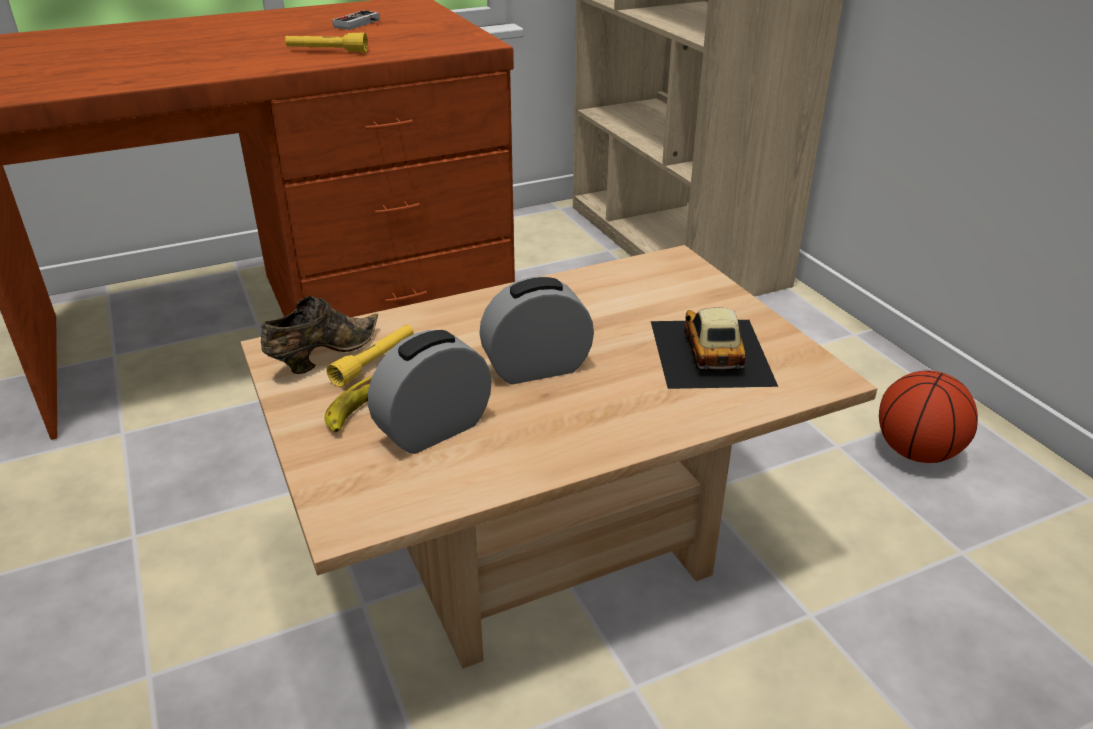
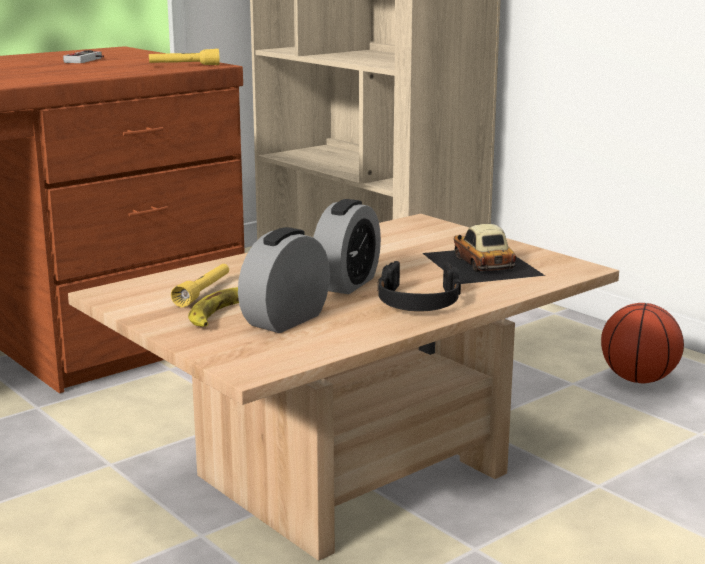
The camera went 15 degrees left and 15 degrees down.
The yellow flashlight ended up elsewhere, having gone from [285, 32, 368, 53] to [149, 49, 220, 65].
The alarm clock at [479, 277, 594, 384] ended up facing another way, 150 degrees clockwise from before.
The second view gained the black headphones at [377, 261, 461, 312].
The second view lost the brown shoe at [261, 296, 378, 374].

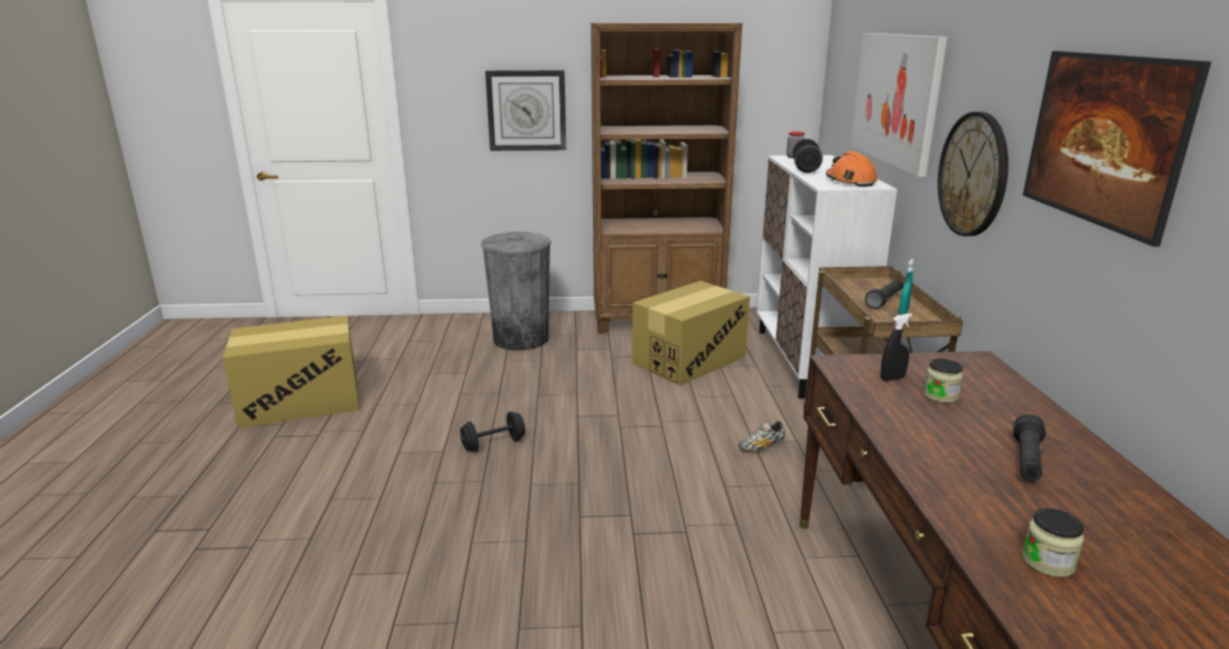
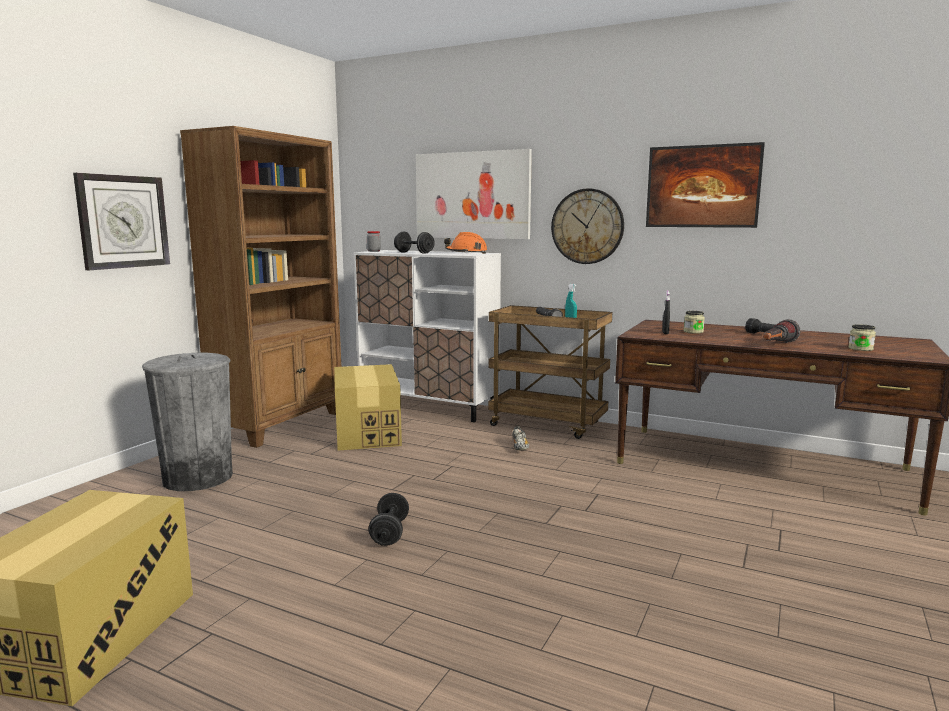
The camera went 60 degrees left and 10 degrees down.
The second view gained the flashlight at [763, 319, 800, 343].

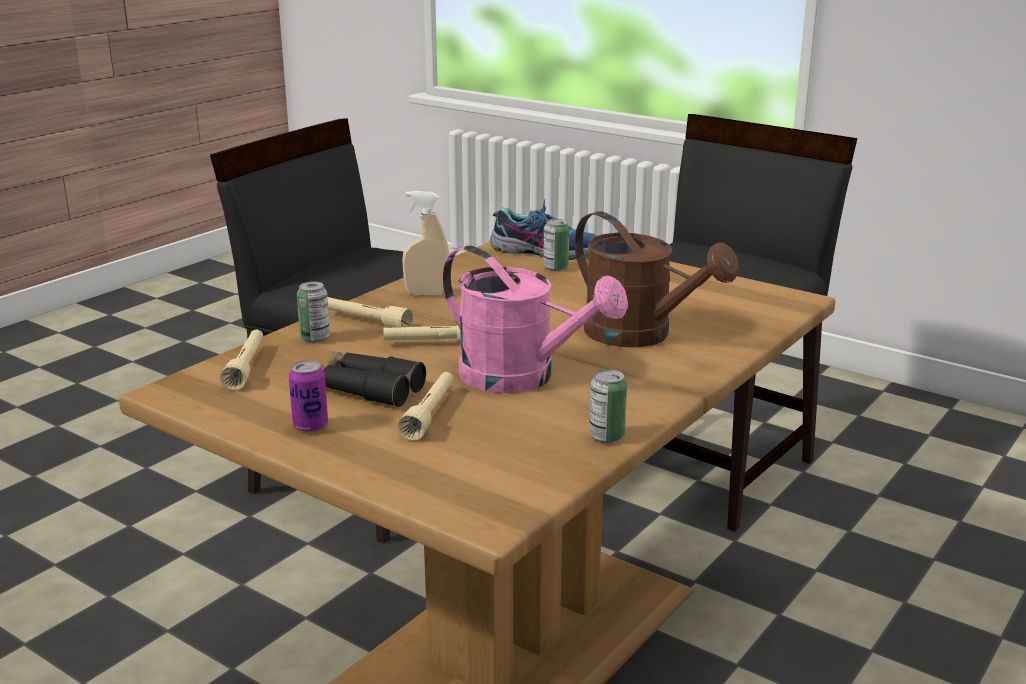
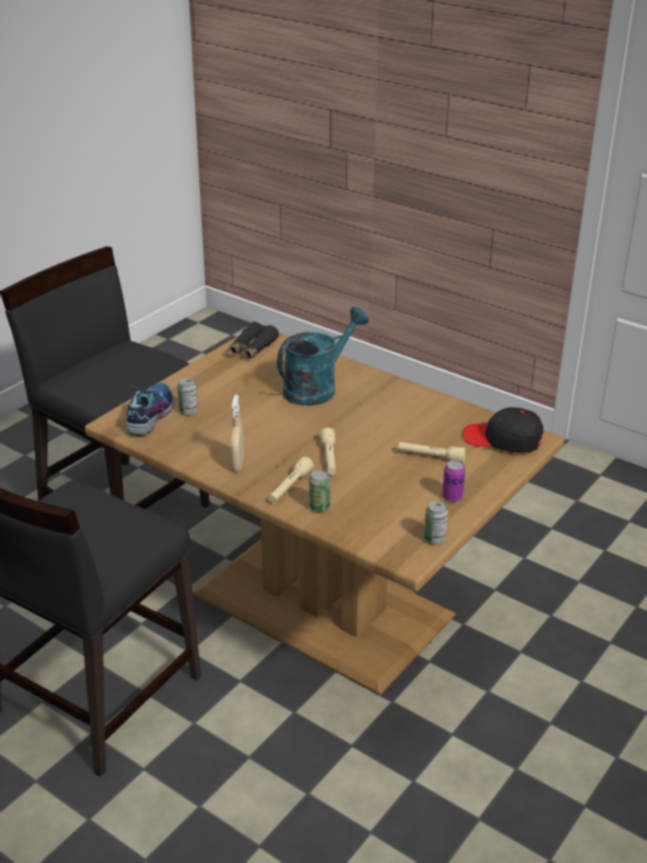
The camera went 90 degrees left and 10 degrees up.
The black binoculars ended up elsewhere, having gone from [321, 352, 426, 407] to [227, 322, 279, 359].
What was the brown watering can at [575, 211, 739, 347] turned into the turquoise watering can at [277, 307, 369, 406].
The can ended up elsewhere, having gone from [589, 369, 627, 443] to [424, 501, 448, 545].
The second view gained the black cap at [463, 407, 544, 453].
The second view lost the beige flashlight at [220, 330, 263, 391].
The second view lost the pink watering can at [442, 246, 628, 393].

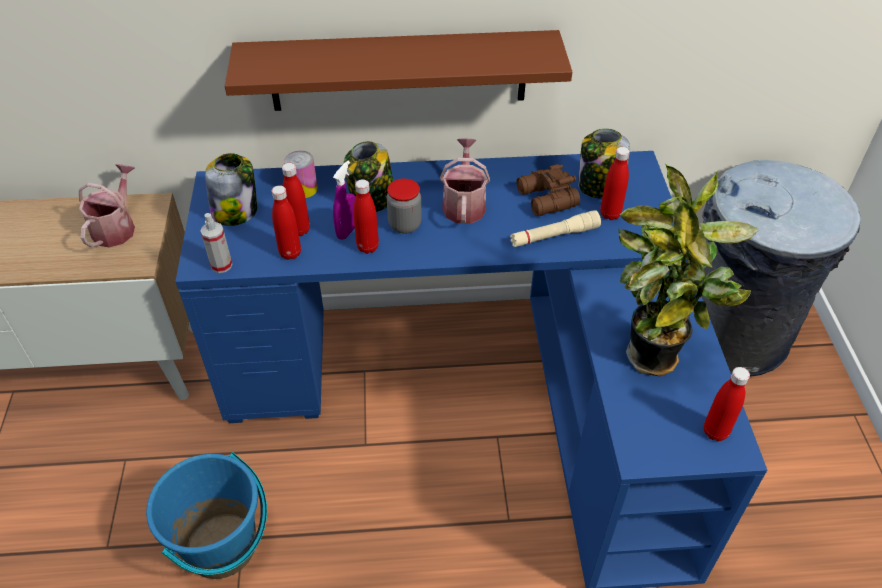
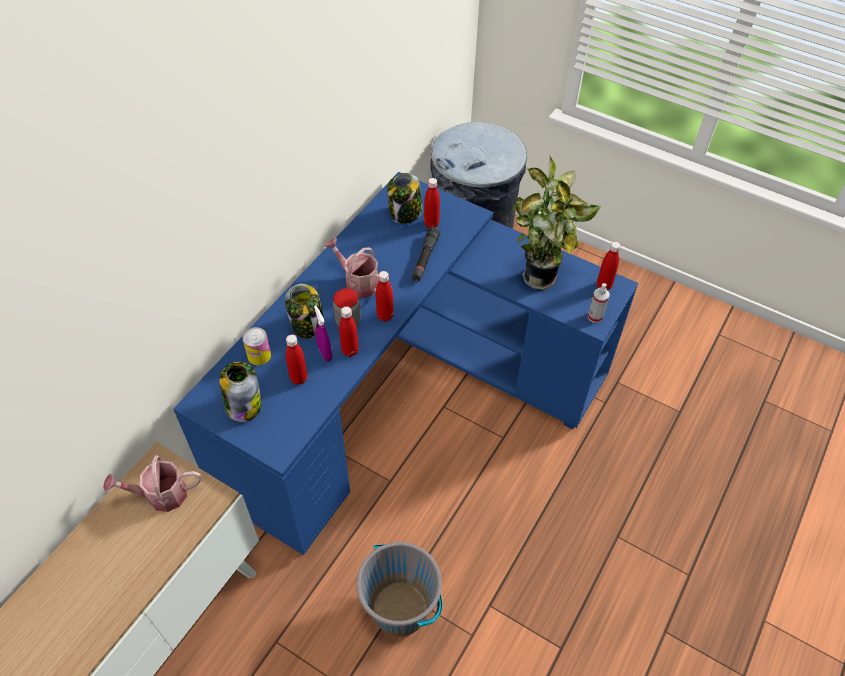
The camera went 55 degrees left and 5 degrees up.
The watering can at [79, 164, 135, 247] ended up facing another way, 60 degrees counterclockwise from before.
What was the blue bucket at [146, 452, 267, 579] turned into the grey bucket at [356, 542, 443, 636].
The red bottle ended up elsewhere, having gone from [272, 185, 301, 260] to [376, 271, 394, 322].
What was the beige flashlight at [510, 210, 601, 247] turned into the black flashlight at [412, 227, 440, 282].
The spray bottle ended up elsewhere, having gone from [200, 213, 232, 273] to [588, 283, 610, 323].
The second view lost the brown shelf at [225, 30, 572, 111].
The second view lost the brown binoculars at [516, 164, 580, 216].

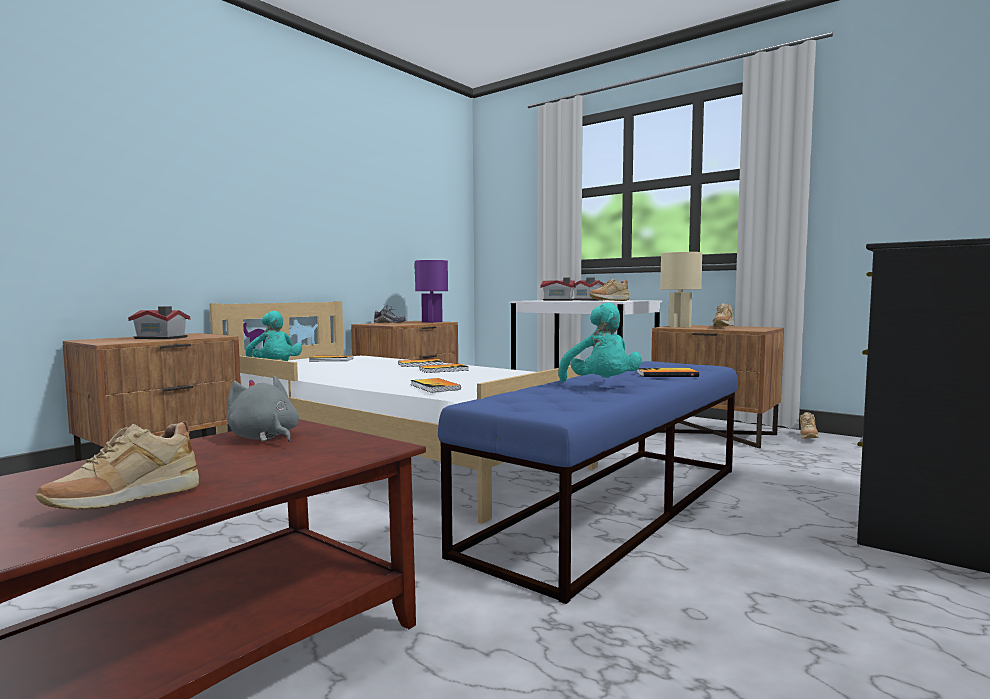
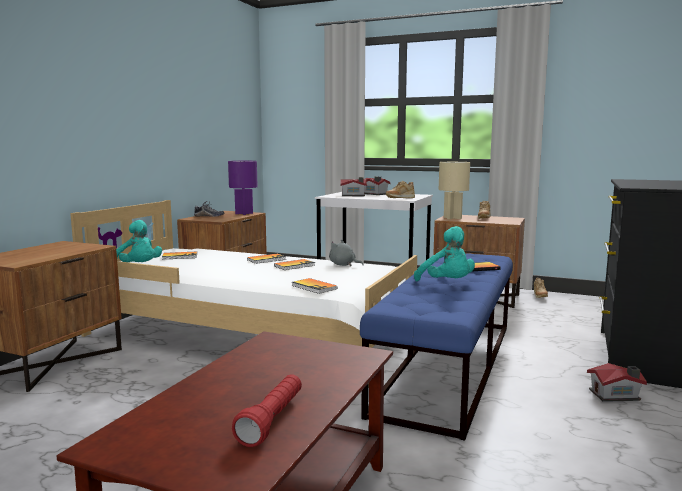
The camera went 15 degrees left and 5 degrees up.
Where the beige shoe stood at [36, 421, 199, 509], the red flashlight came to stand at [232, 374, 302, 447].
The grey plush toy ended up elsewhere, having gone from [227, 376, 299, 442] to [329, 239, 364, 266].
The toy house ended up elsewhere, having gone from [128, 306, 190, 339] to [587, 363, 647, 402].

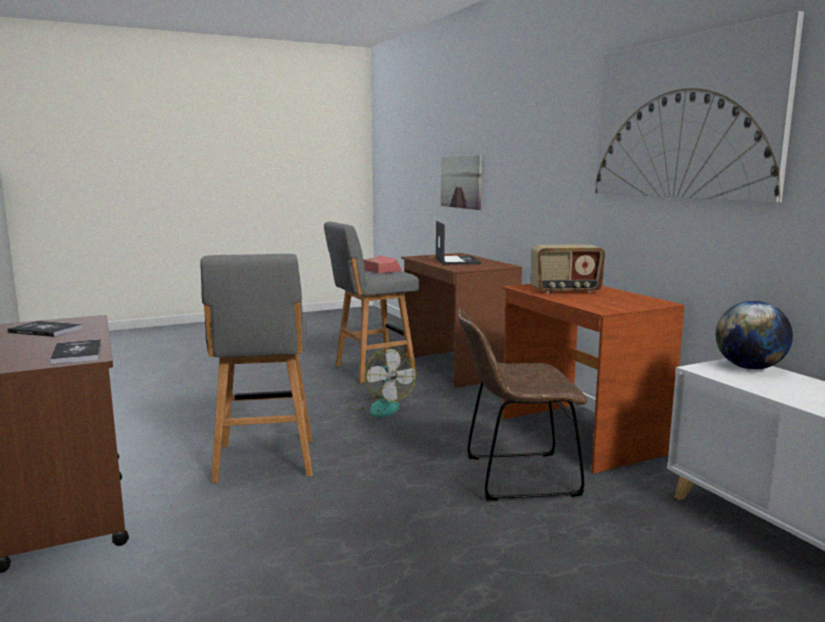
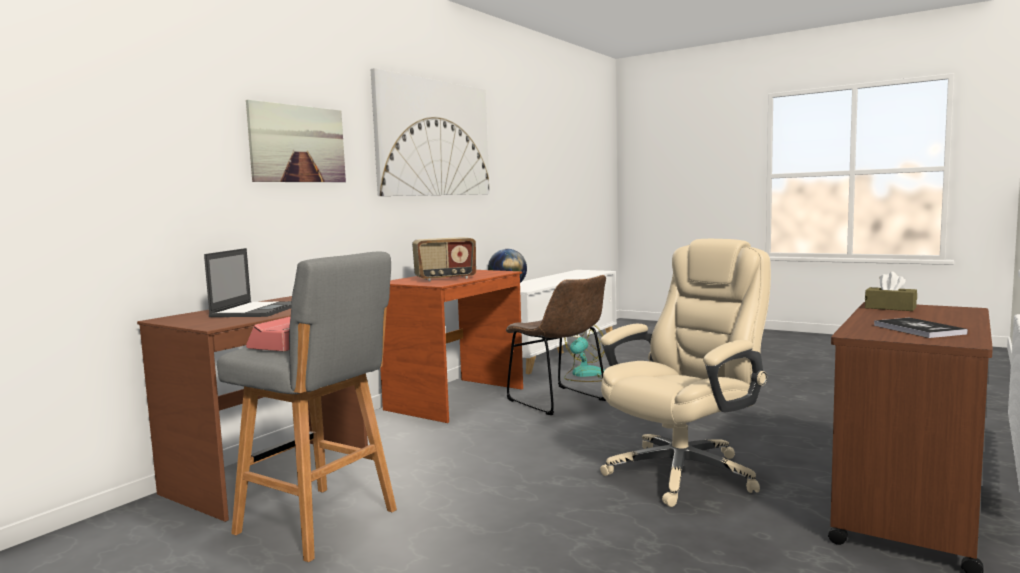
The camera went 120 degrees left and 5 degrees down.
The laptop at [435, 221, 481, 265] ended up facing another way, 135 degrees clockwise from before.
The picture ended up elsewhere, having gone from [441, 155, 482, 210] to [246, 100, 346, 182].
The radio at [531, 244, 605, 294] ended up facing another way, 105 degrees clockwise from before.
The fan ended up elsewhere, having gone from [348, 347, 416, 418] to [564, 325, 605, 382].
Where the grey stool stood at [200, 254, 313, 483], the beige office chair came to stand at [600, 239, 771, 507].
Where the book stood at [50, 339, 101, 364], the brown tissue box came to stand at [865, 272, 917, 311].

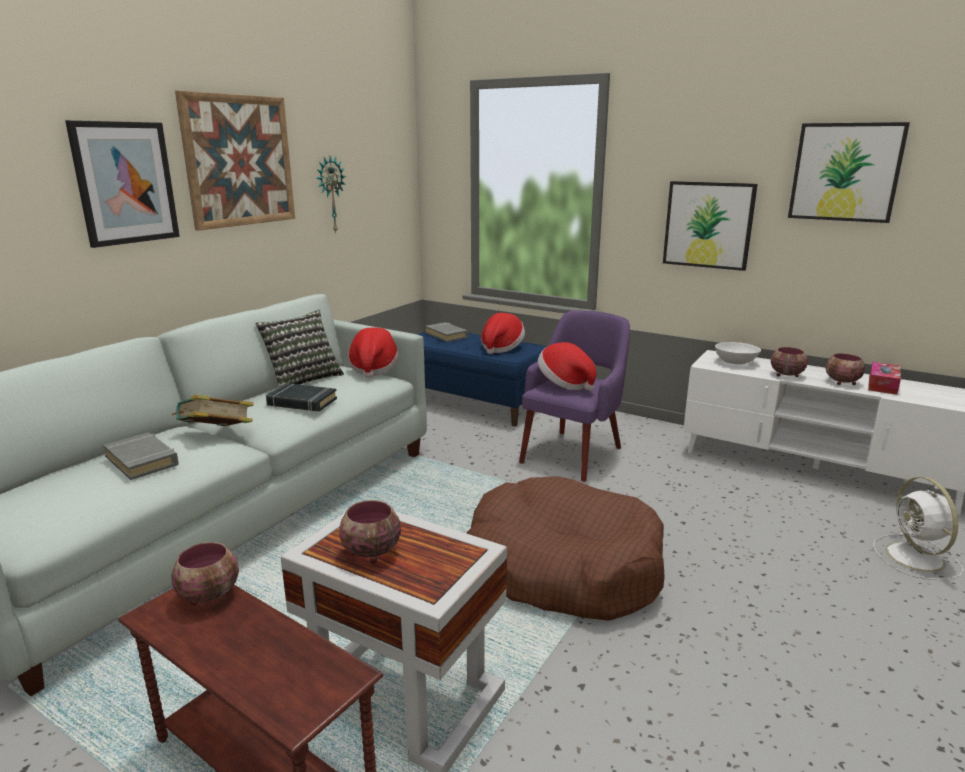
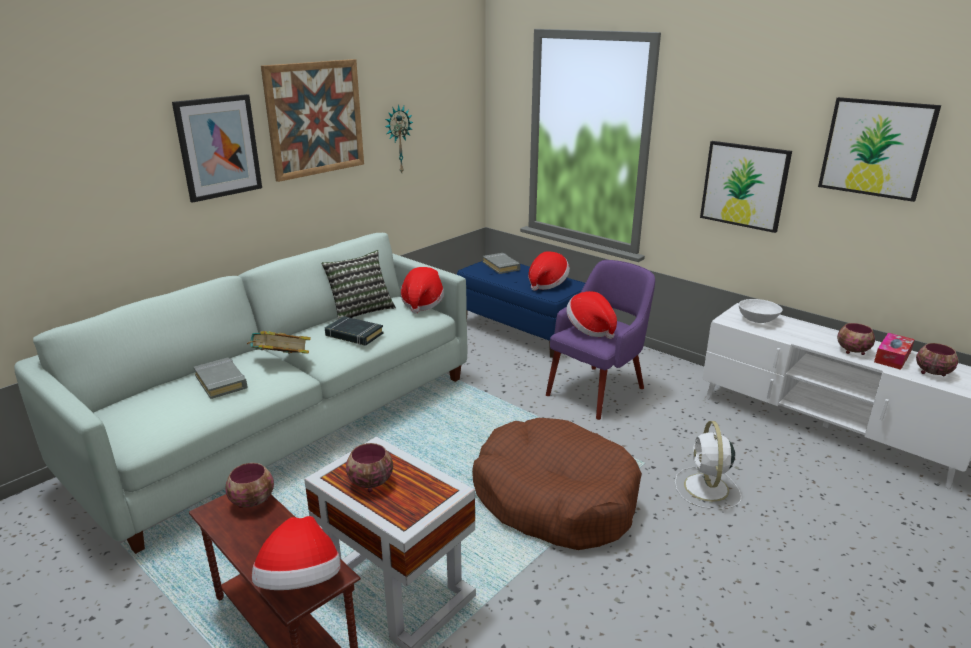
The camera went 10 degrees right and 5 degrees up.
The second view gained the hat at [252, 516, 341, 590].
The white fan ended up elsewhere, having gone from [873, 477, 964, 580] to [675, 421, 742, 509].
The bowl ended up elsewhere, having gone from [771, 347, 808, 377] to [916, 343, 958, 376].

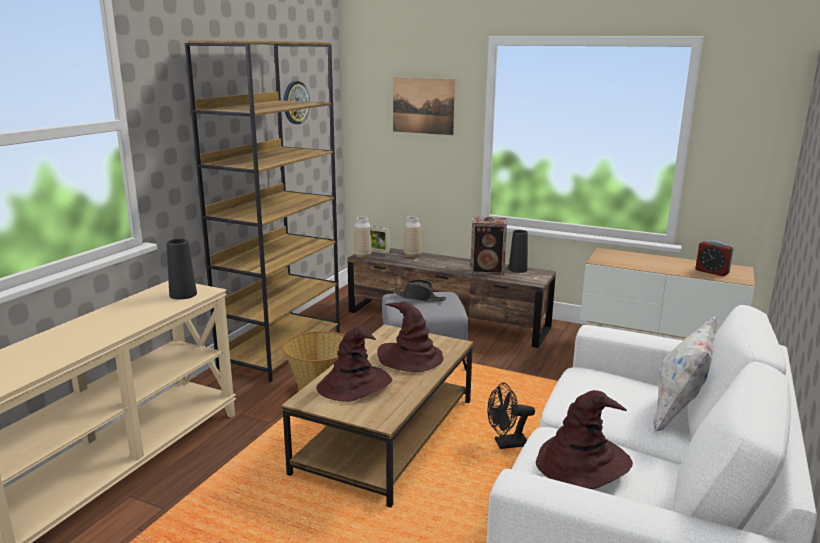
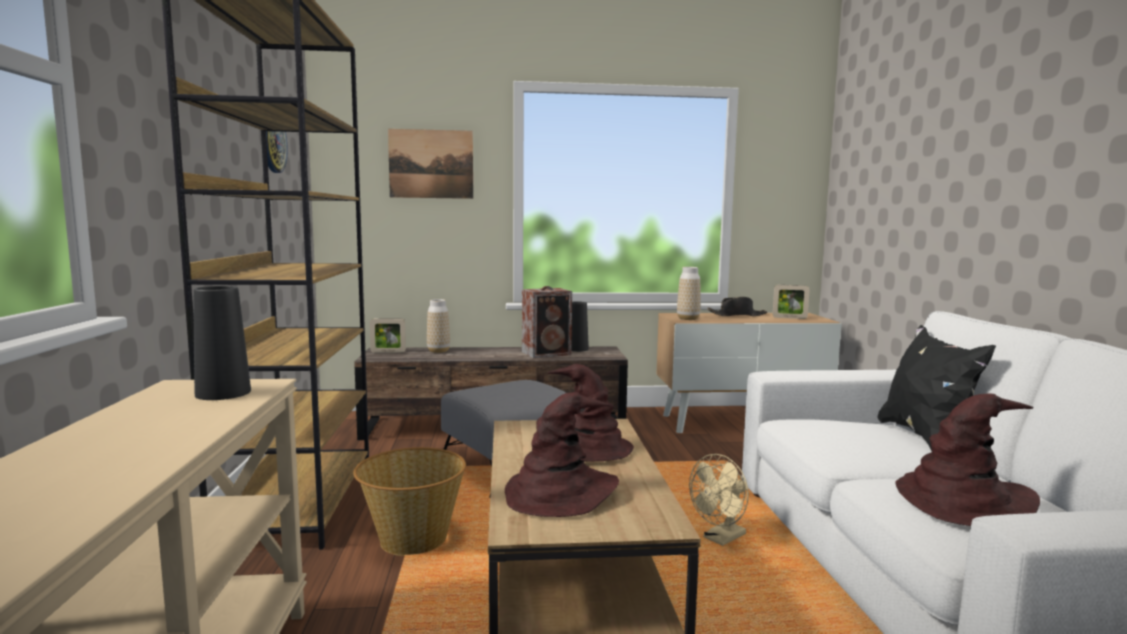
The camera went 30 degrees left and 10 degrees down.
The vase ended up elsewhere, having gone from [354, 216, 372, 258] to [677, 267, 701, 320].
What was the black fan at [487, 383, 535, 449] turned into the beige fan at [689, 454, 749, 546].
The black hat ended up elsewhere, having gone from [391, 280, 446, 302] to [707, 297, 767, 316].
Where the alarm clock stood at [696, 240, 734, 276], the picture frame came to stand at [773, 285, 810, 319].
What was the white pillow at [653, 316, 717, 432] turned into the black pillow at [878, 325, 996, 451].

